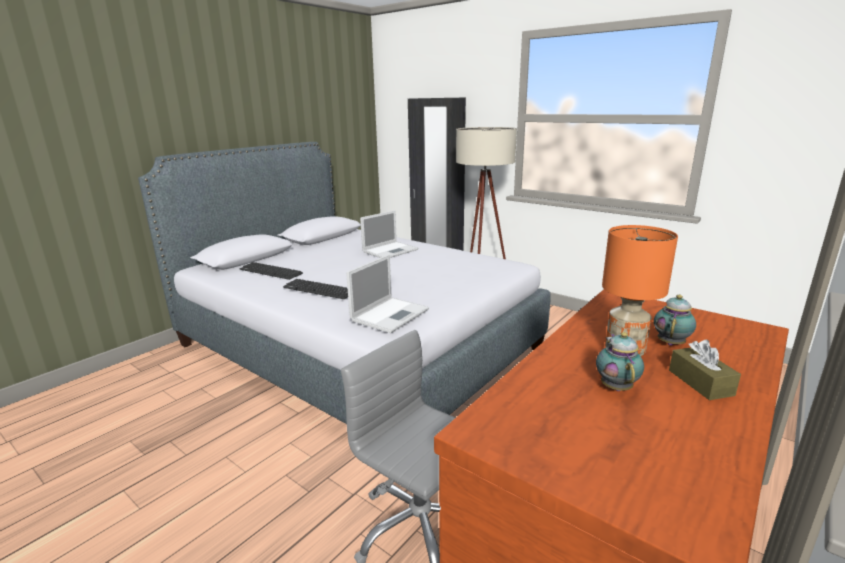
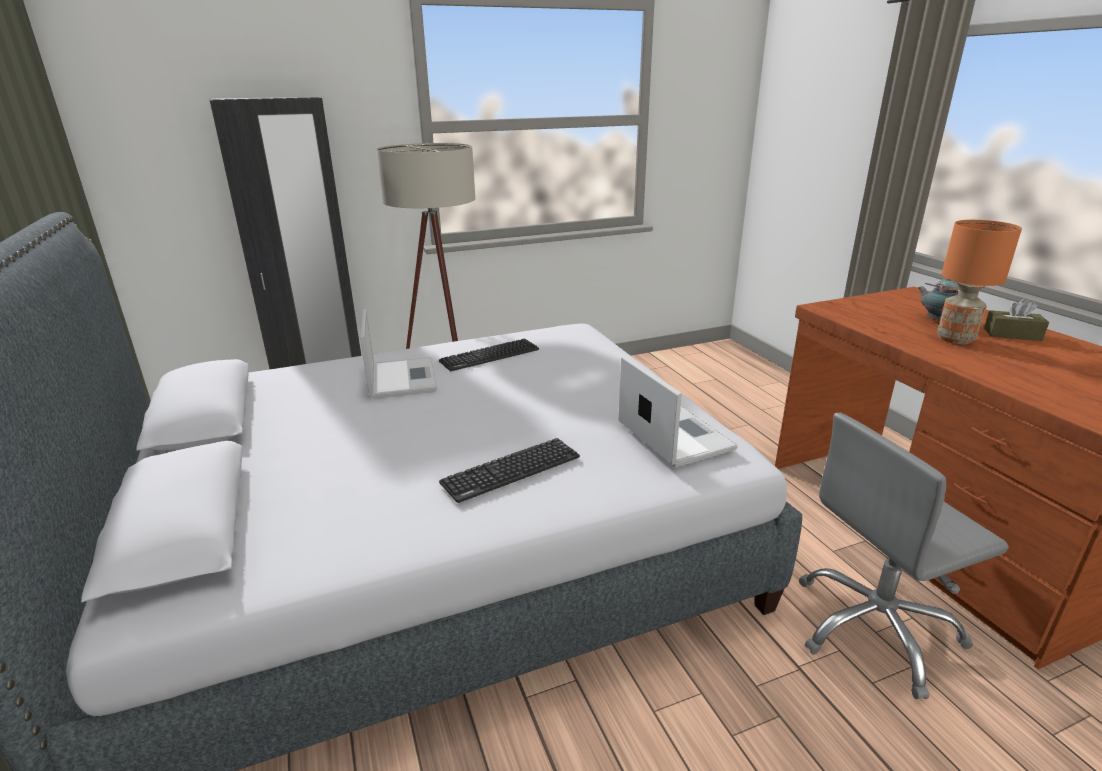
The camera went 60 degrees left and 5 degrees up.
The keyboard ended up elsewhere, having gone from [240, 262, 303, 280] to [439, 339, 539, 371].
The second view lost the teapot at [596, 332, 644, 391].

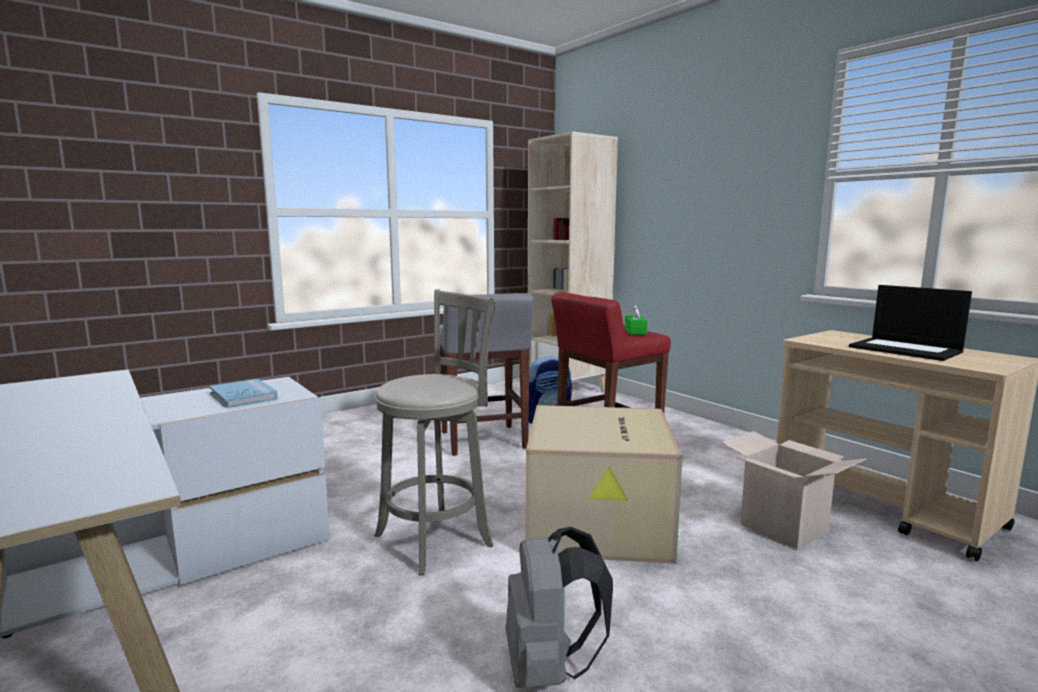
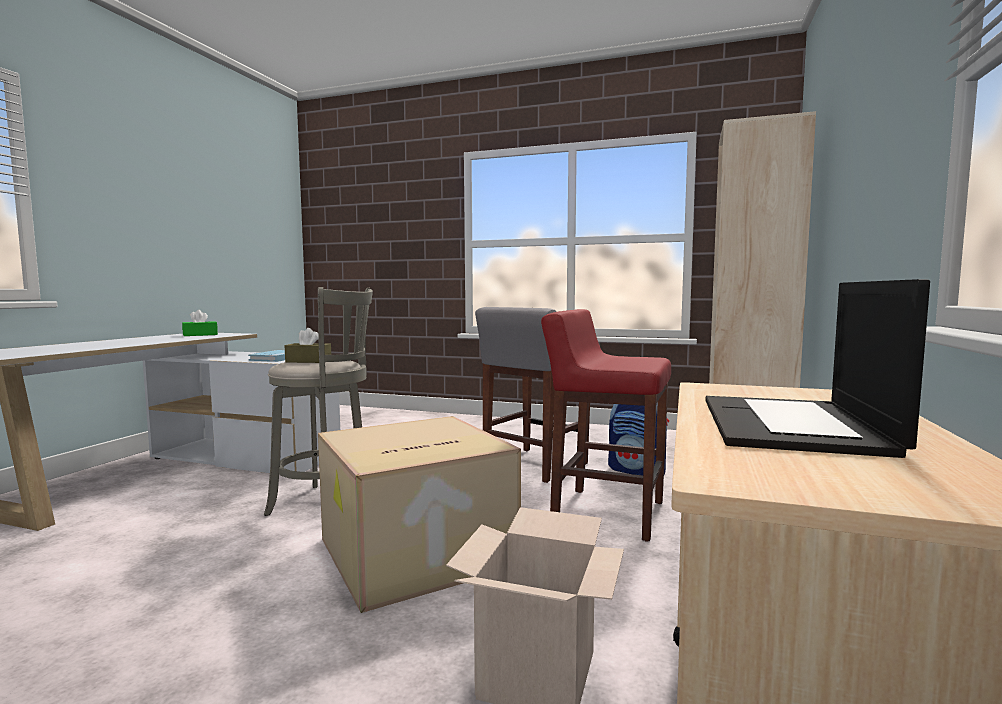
The camera went 55 degrees right and 5 degrees down.
The green tissue box ended up elsewhere, having gone from [625, 305, 647, 335] to [182, 310, 218, 336].
The second view gained the brown tissue box at [285, 328, 331, 363].
The second view lost the grey backpack at [506, 527, 613, 688].

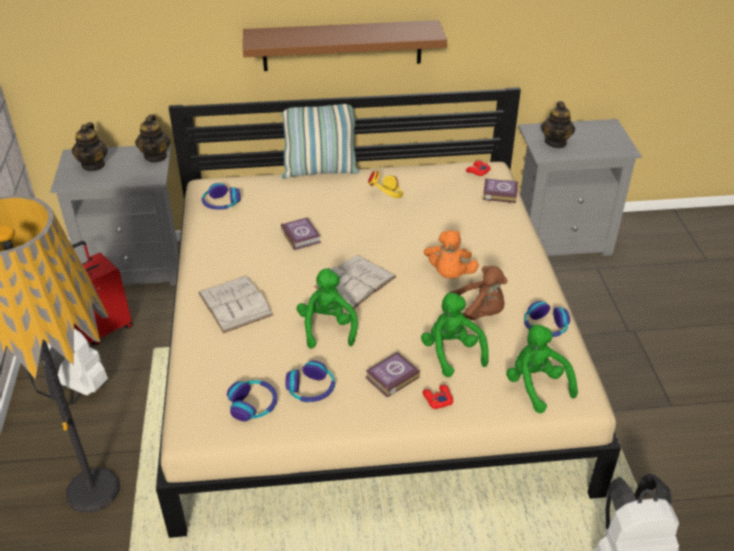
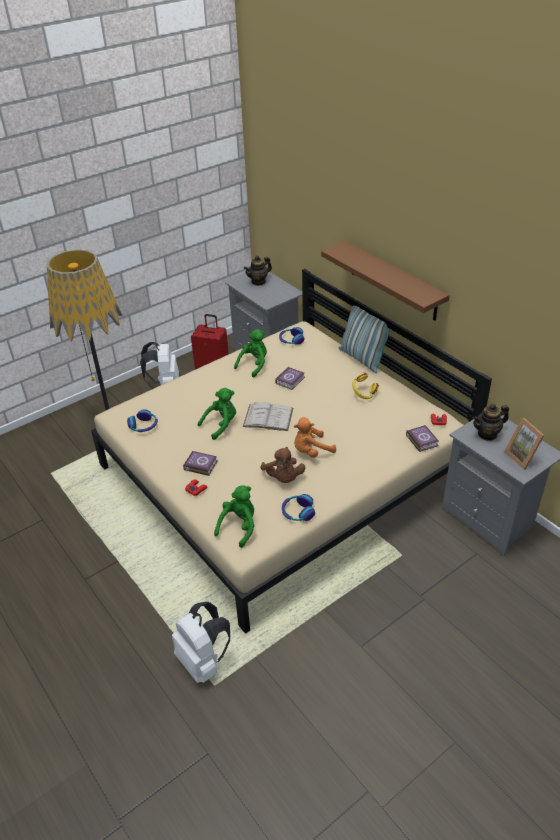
The camera went 60 degrees right and 0 degrees up.
The green plush toy ended up elsewhere, having gone from [421, 292, 489, 377] to [234, 329, 267, 378].
The second view gained the picture frame at [504, 418, 545, 470].
The second view lost the teapot at [135, 114, 171, 162].
The second view lost the white book at [198, 276, 274, 333].
The second view lost the headphones at [285, 360, 335, 402].

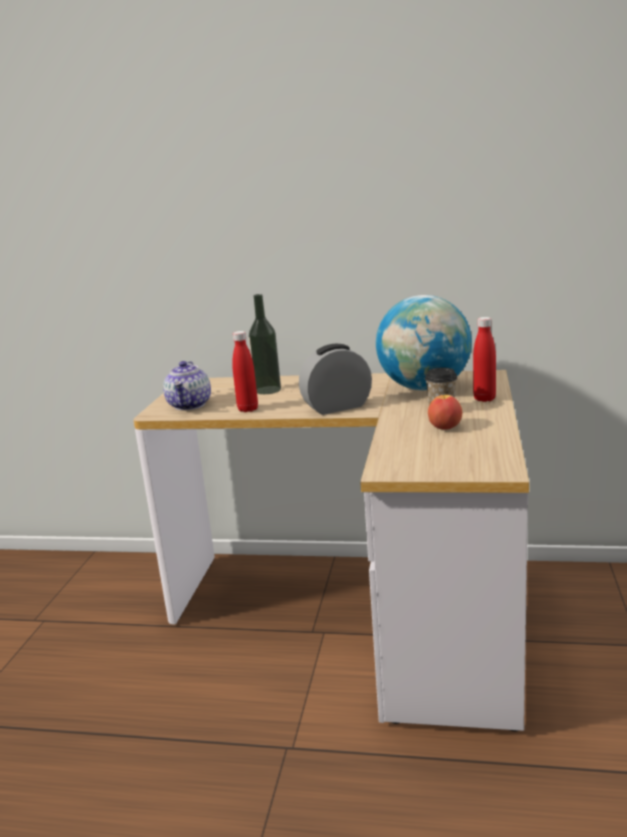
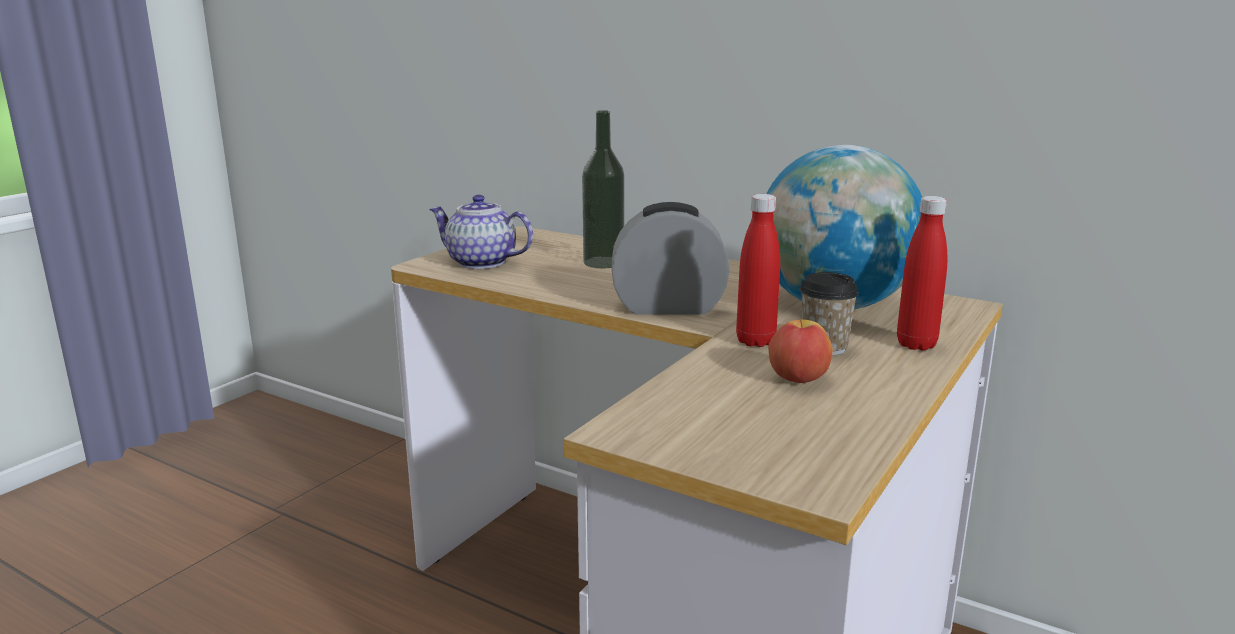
The camera went 20 degrees right and 0 degrees up.
The teapot at [163, 361, 211, 410] ended up facing another way, 90 degrees clockwise from before.
The red bottle ended up elsewhere, having gone from [232, 331, 258, 412] to [736, 194, 780, 347].

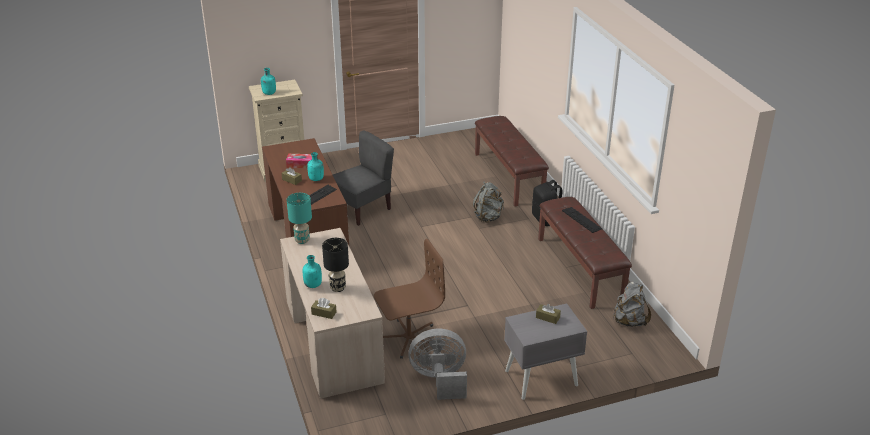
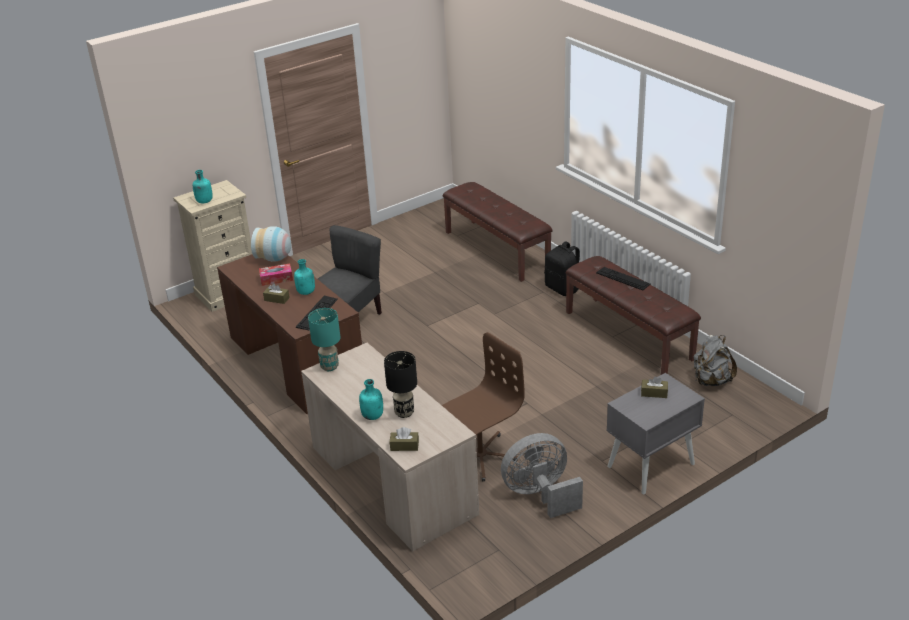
The camera went 15 degrees left and 0 degrees up.
The second view gained the vase at [251, 226, 291, 262].
The second view lost the grey backpack at [473, 181, 504, 223].

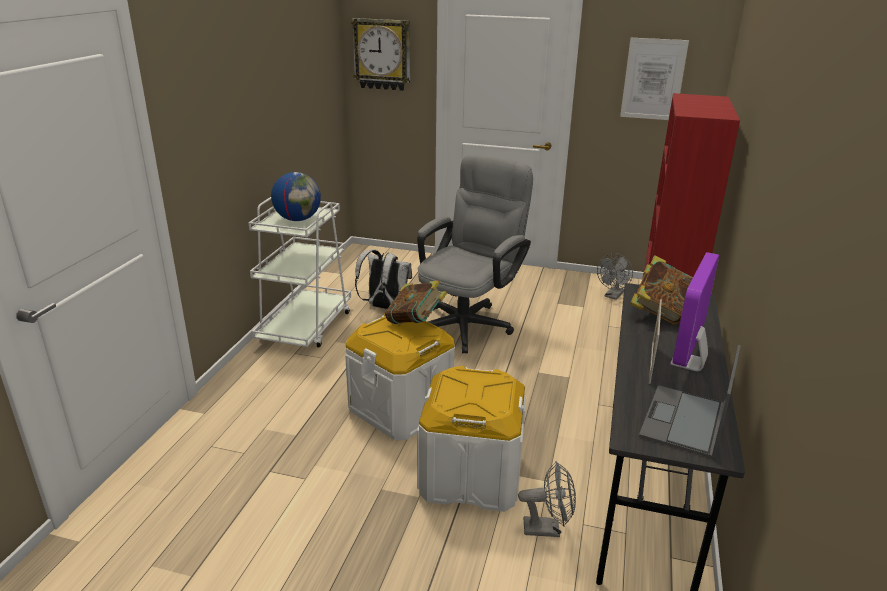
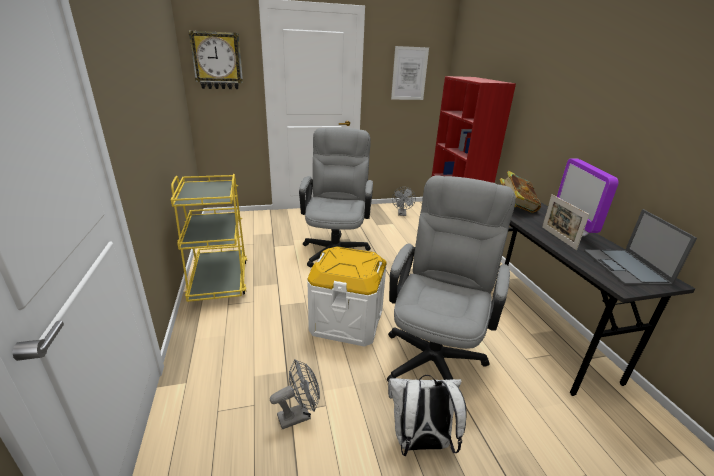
The camera went 30 degrees left and 0 degrees up.
What was the white cart at [248, 197, 351, 348] turned into the yellow cart at [171, 174, 247, 302].
The grey fan ended up elsewhere, having gone from [518, 461, 576, 537] to [270, 359, 320, 430].
Where the white storage box stood at [417, 366, 526, 512], the grey office chair came to stand at [387, 175, 516, 381].
The white backpack ended up elsewhere, having gone from [355, 249, 412, 310] to [388, 375, 467, 456].
The second view lost the globe at [271, 172, 321, 221].
The second view lost the book at [385, 281, 447, 324].

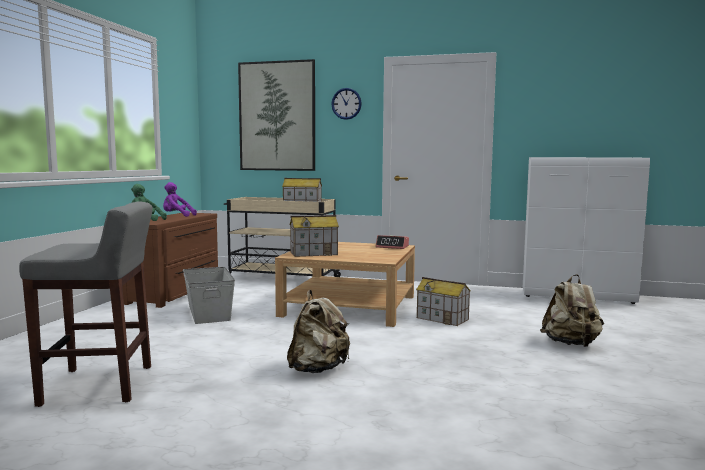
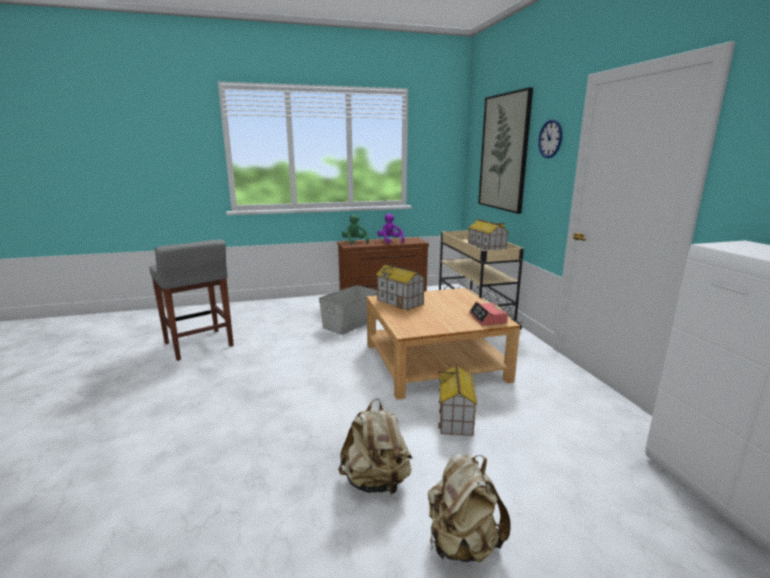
The camera went 60 degrees right and 10 degrees up.
The beige backpack ended up elsewhere, having gone from [287, 290, 350, 373] to [338, 399, 412, 494].

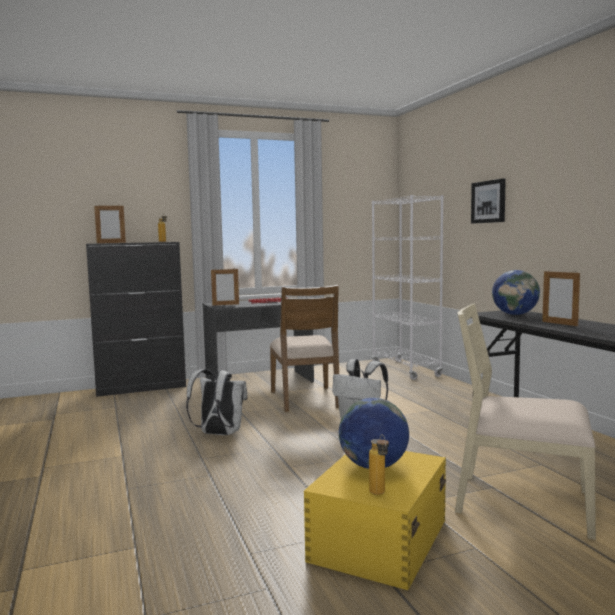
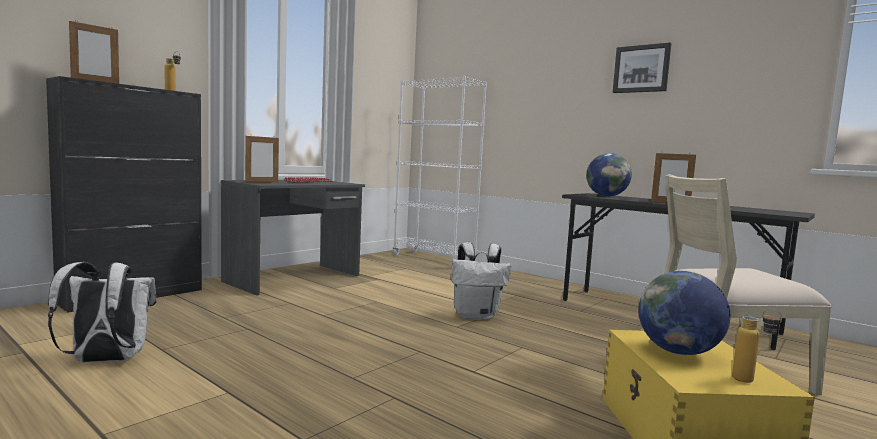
The camera went 30 degrees left and 0 degrees up.
The white backpack ended up elsewhere, having gone from [186, 369, 248, 435] to [48, 262, 156, 362].
The picture ended up elsewhere, having gone from [471, 178, 506, 224] to [613, 43, 671, 93].
The second view lost the brown chair at [270, 285, 339, 412].

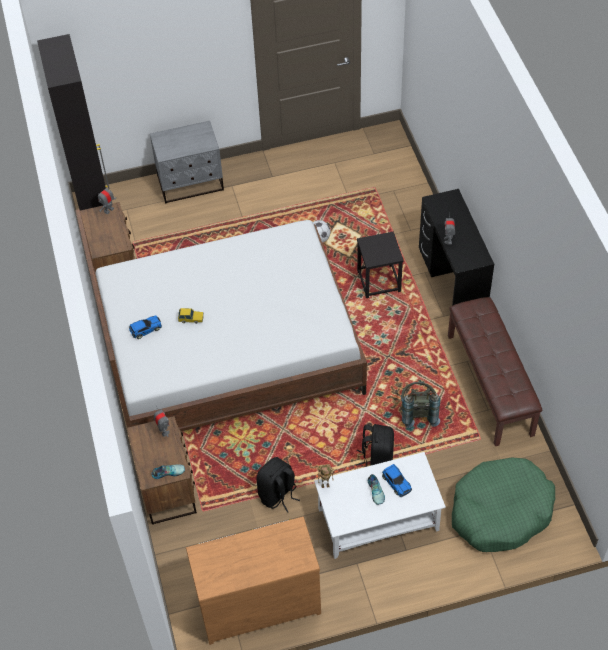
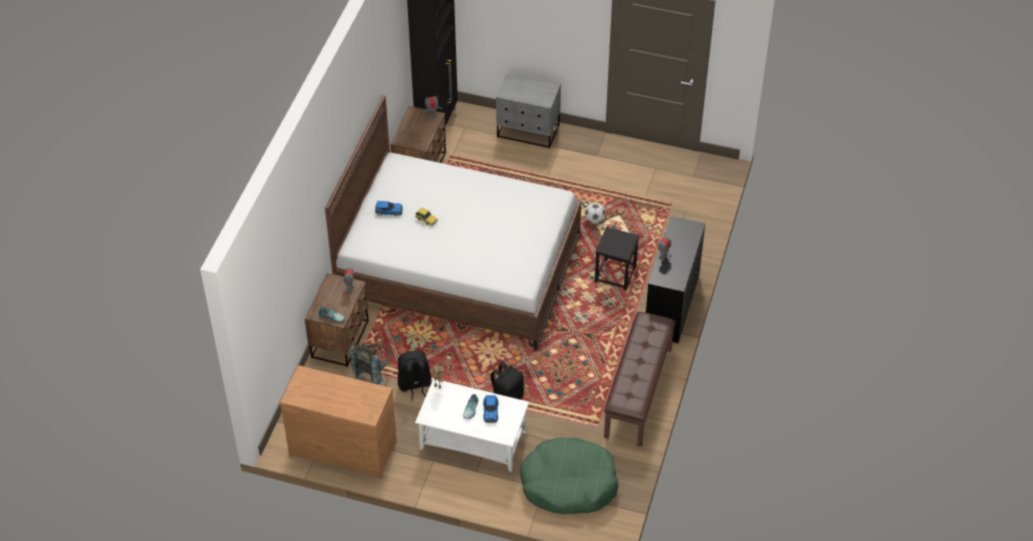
The camera went 30 degrees right and 5 degrees down.
The grey backpack ended up elsewhere, having gone from [401, 382, 440, 428] to [350, 343, 391, 385].

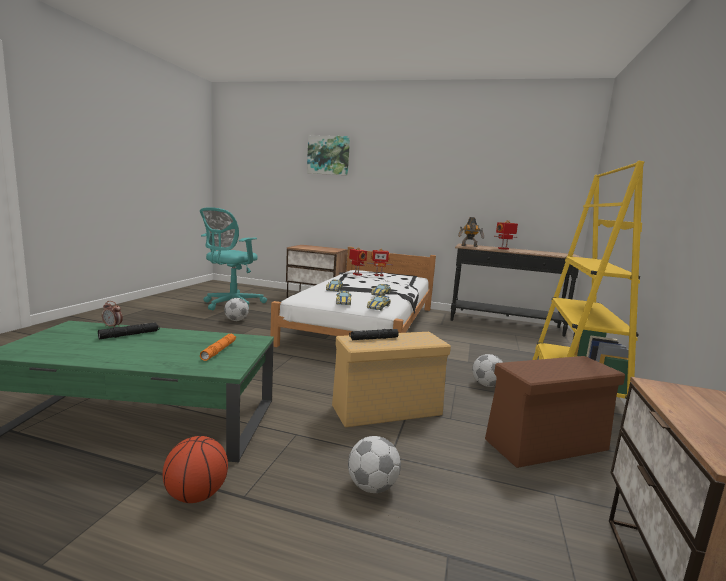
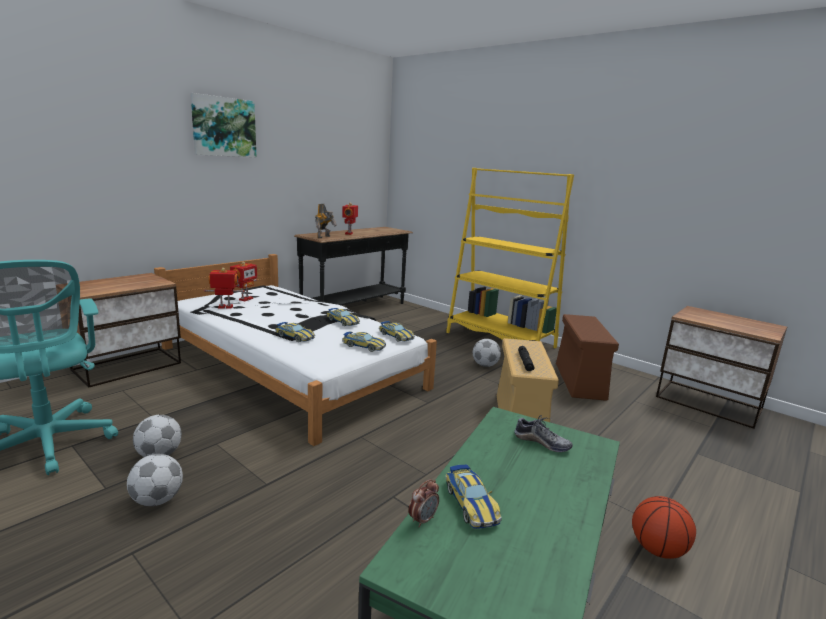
The camera went 65 degrees left and 5 degrees up.
The football ended up elsewhere, having gone from [348, 436, 401, 493] to [127, 454, 183, 506].
The picture ended up elsewhere, having gone from [307, 135, 350, 175] to [190, 93, 256, 157].
Where the black flashlight stood at [98, 322, 160, 339], the toy car came to stand at [446, 465, 502, 529].
Where the orange flashlight stood at [200, 334, 236, 361], the shoe came to stand at [514, 415, 573, 452].

